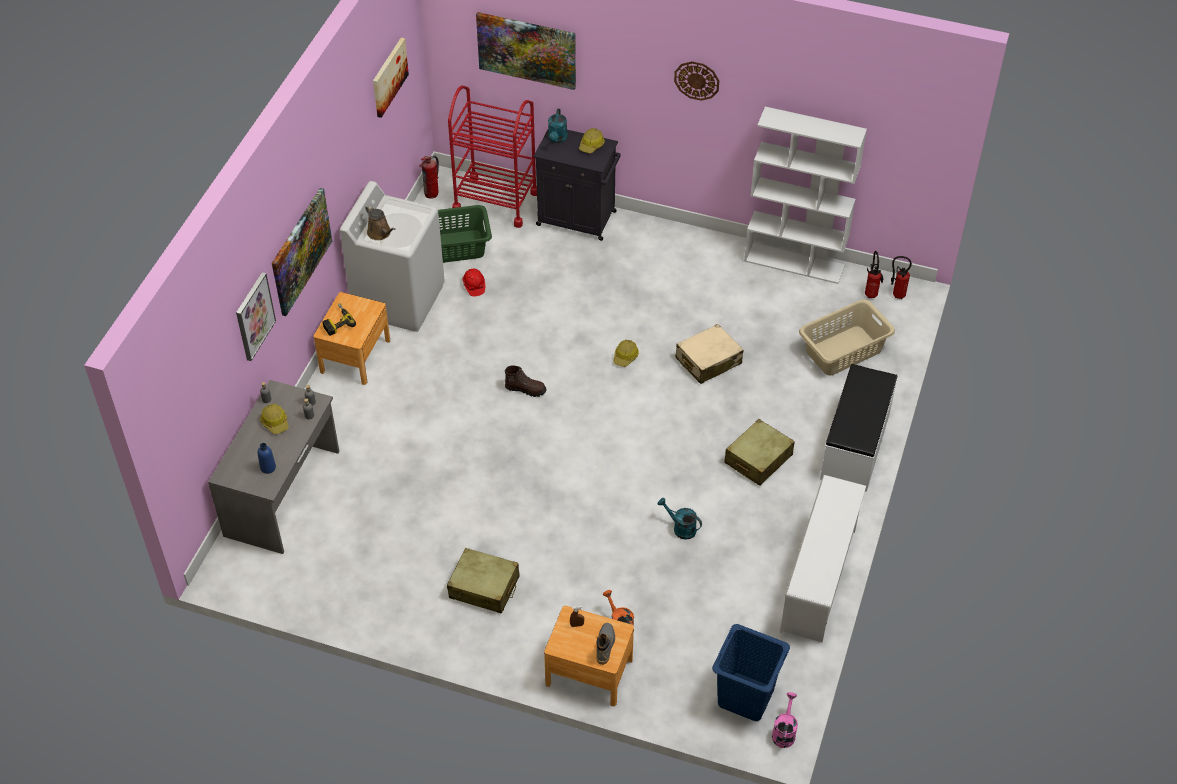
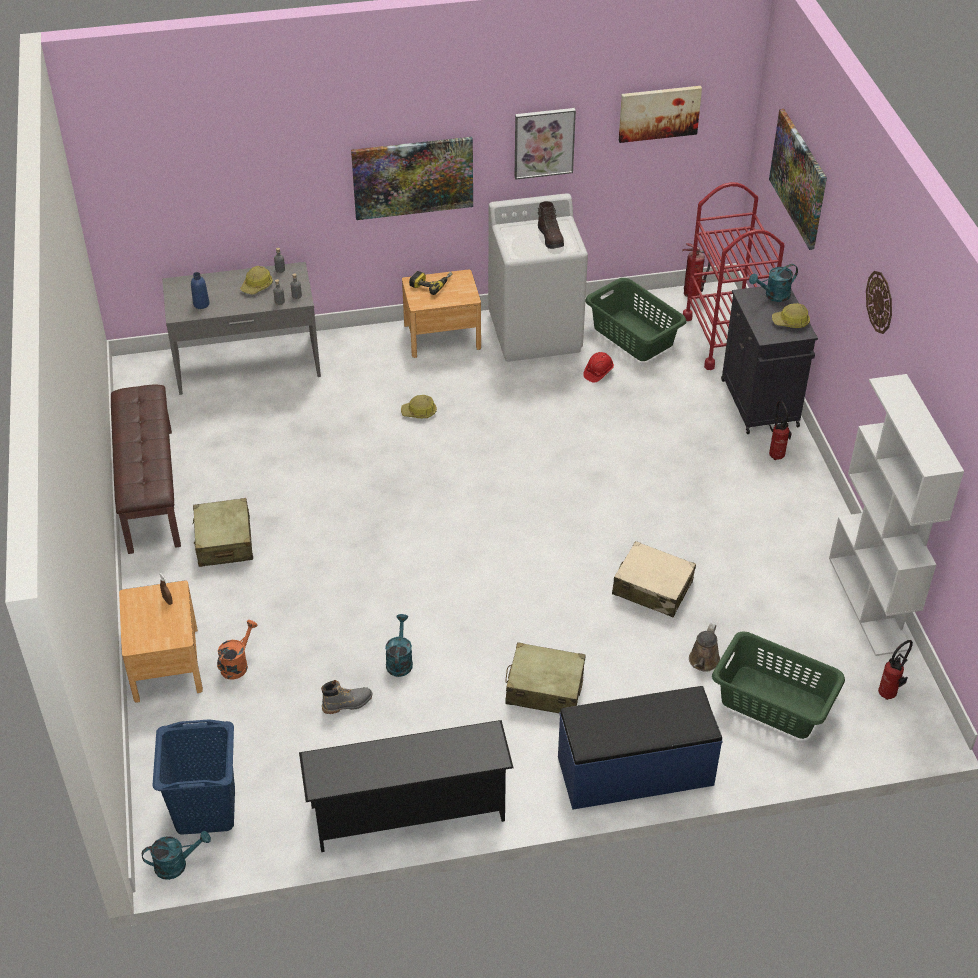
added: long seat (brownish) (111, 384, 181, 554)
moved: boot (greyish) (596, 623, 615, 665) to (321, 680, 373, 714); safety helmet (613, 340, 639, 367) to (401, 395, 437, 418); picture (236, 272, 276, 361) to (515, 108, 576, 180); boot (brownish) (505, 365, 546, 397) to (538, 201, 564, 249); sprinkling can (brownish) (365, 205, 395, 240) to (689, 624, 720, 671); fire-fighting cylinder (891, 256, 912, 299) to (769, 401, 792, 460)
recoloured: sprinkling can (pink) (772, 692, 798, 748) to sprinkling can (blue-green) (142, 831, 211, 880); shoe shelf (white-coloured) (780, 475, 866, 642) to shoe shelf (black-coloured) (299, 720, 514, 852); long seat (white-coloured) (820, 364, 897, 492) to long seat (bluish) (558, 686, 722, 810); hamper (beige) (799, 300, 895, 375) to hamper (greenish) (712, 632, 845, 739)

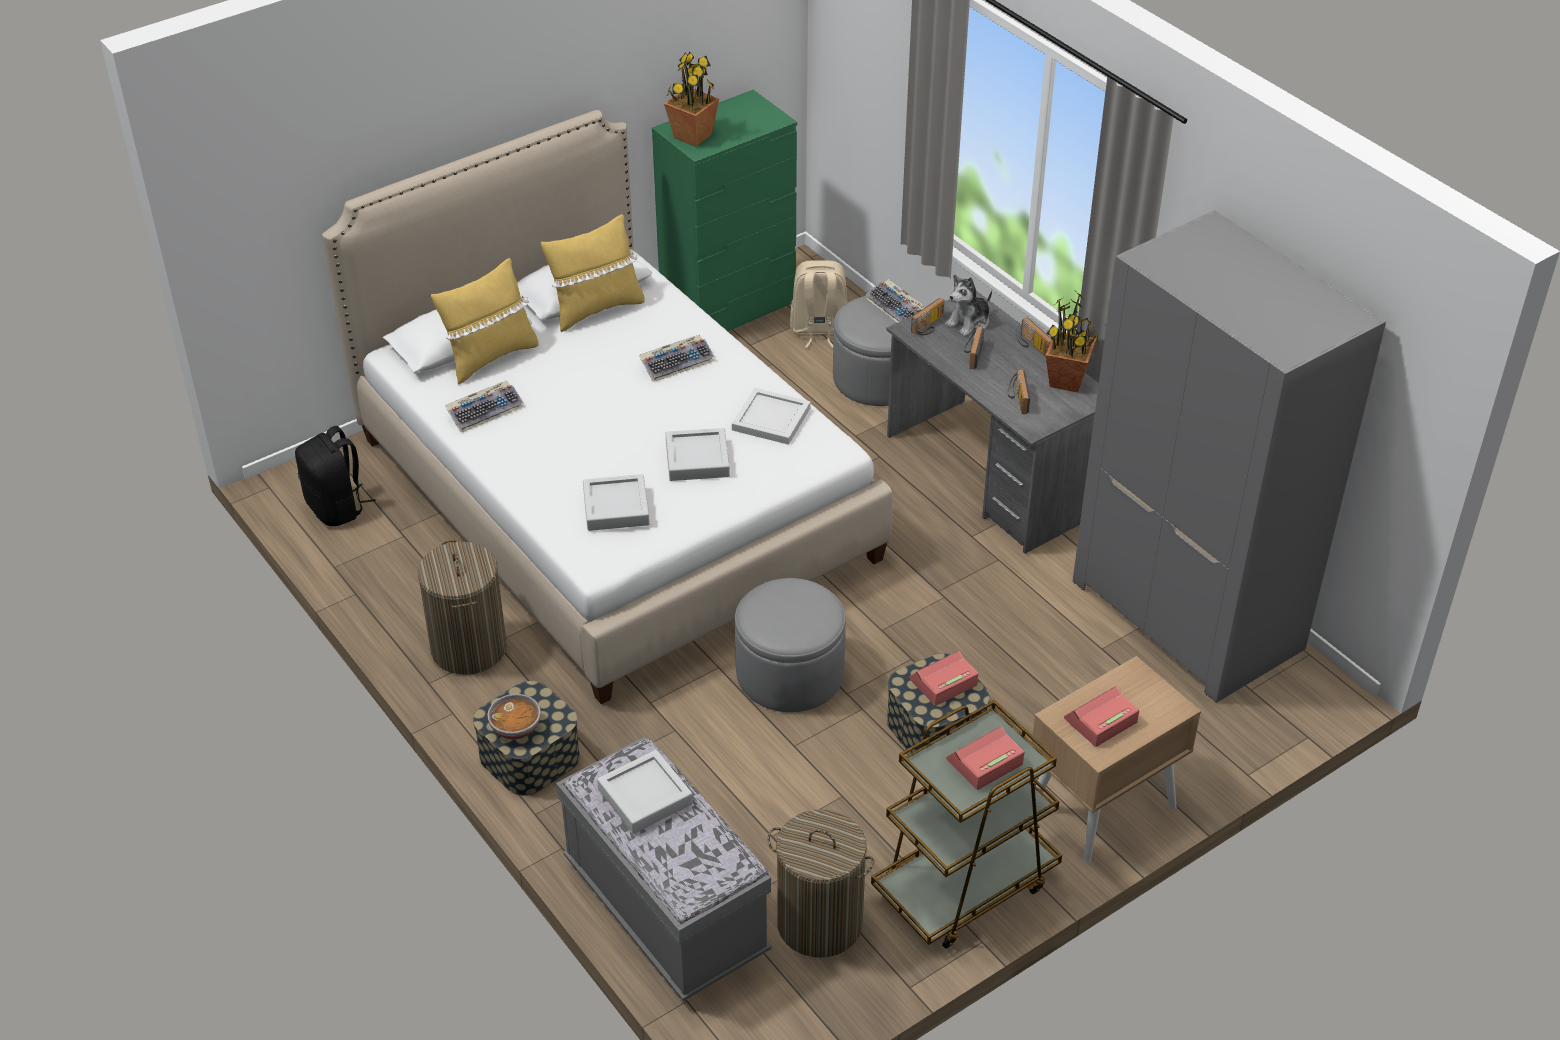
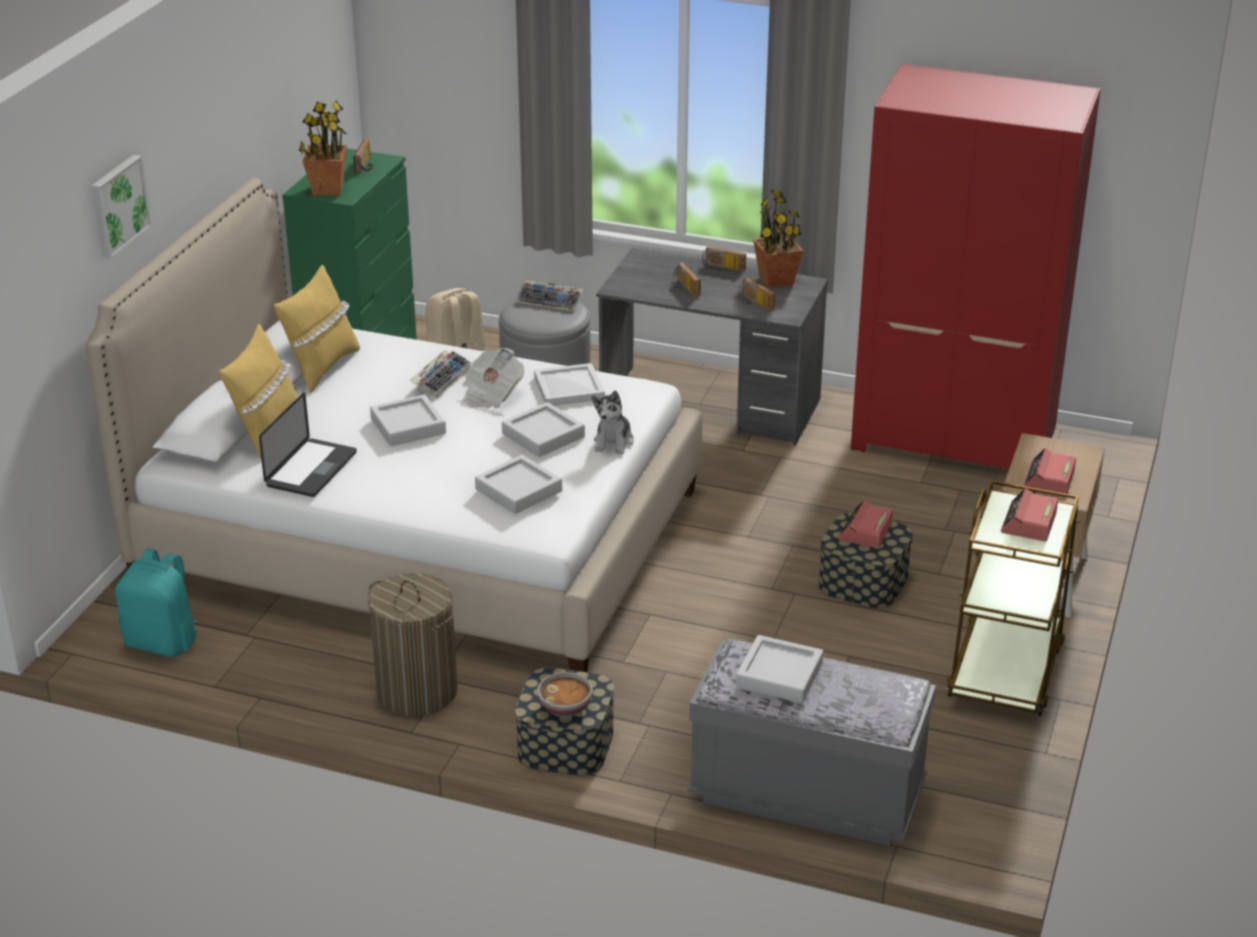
removed: ottoman (greyish) (735, 578, 846, 712); hamper (768, 810, 874, 957)
added: picture (91, 155, 151, 259); tray (greyish) (370, 394, 446, 446); newspaper (462, 348, 524, 408)
moved: radio set (911, 298, 945, 336) to (353, 139, 373, 173); cuddly toy (945, 274, 992, 336) to (592, 390, 634, 455)
replaced: keyboard (445, 380, 523, 432) to portable computer (259, 392, 357, 497)
recoloured: backpack (black-coloured) (295, 426, 376, 526) to backpack (blue-green) (115, 549, 197, 657); armoire (greyish) (1073, 210, 1386, 703) to armoire (reddish) (851, 64, 1101, 469)

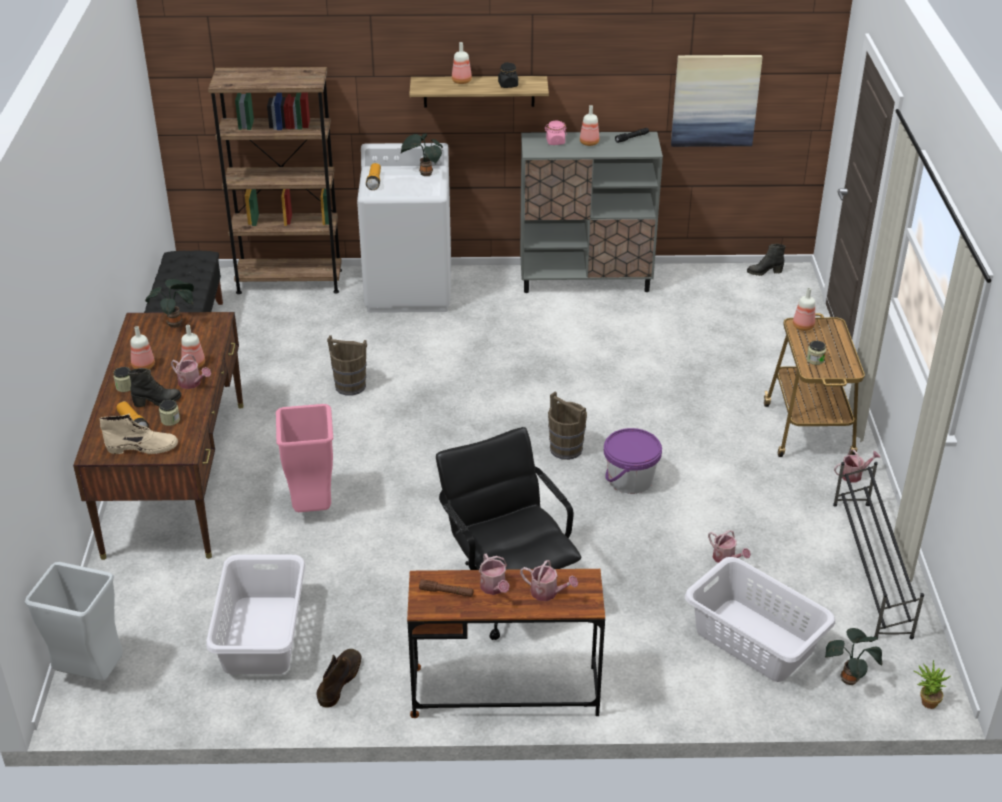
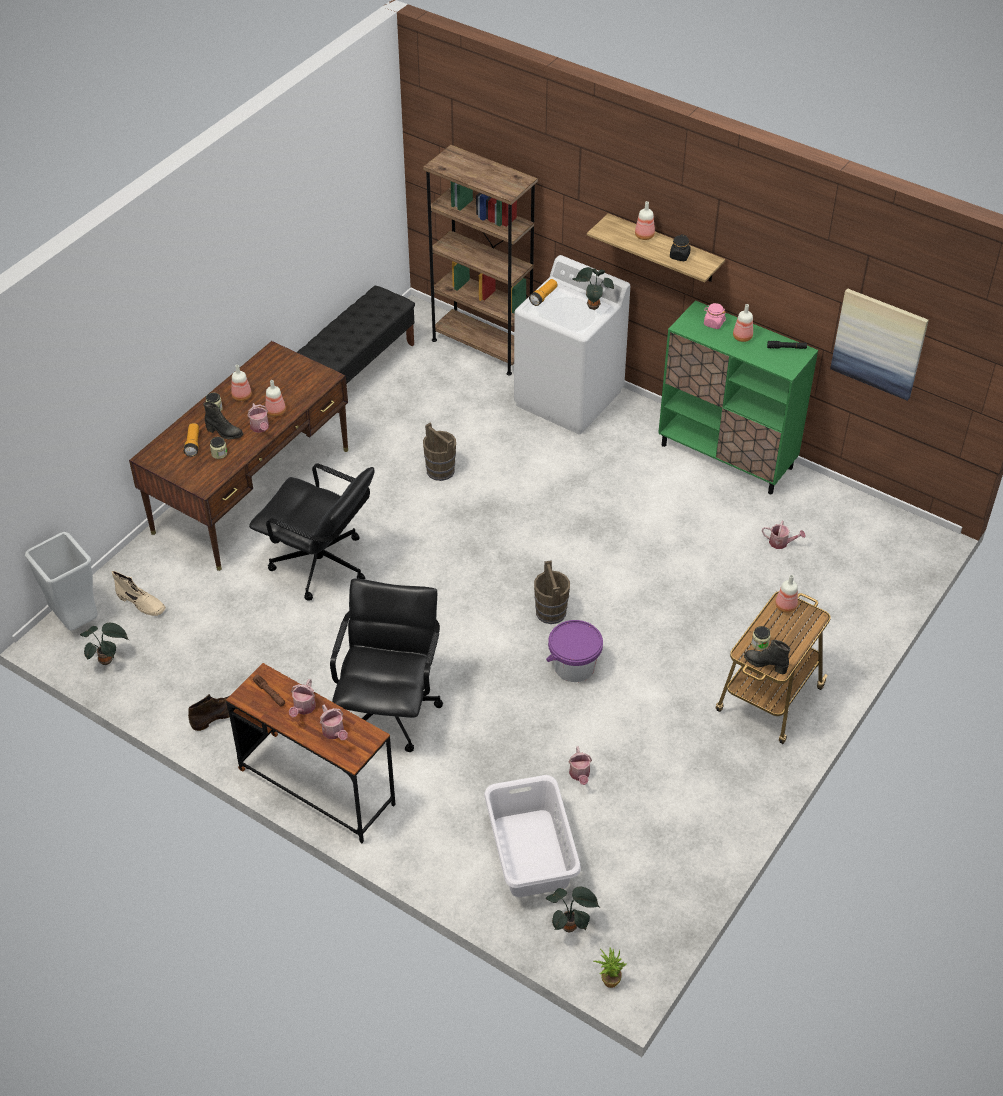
removed: hamper (white-coloured) (206, 555, 305, 674); shoe shelf (black-coloured) (833, 462, 924, 640)
moved: potted plant (145, 279, 194, 327) to (80, 623, 129, 665); boot (beige) (99, 414, 178, 454) to (112, 571, 166, 616); boot (black-coloured) (747, 244, 786, 276) to (744, 640, 791, 674); sprinkling can (834, 450, 881, 483) to (762, 521, 806, 549)
replaced: rubbish bin (pink) (276, 404, 333, 512) to desk chair (black-coloured) (249, 463, 374, 600)
recoloured: cupboard (greyish) (520, 132, 663, 293) to cupboard (greenish) (658, 300, 818, 494)

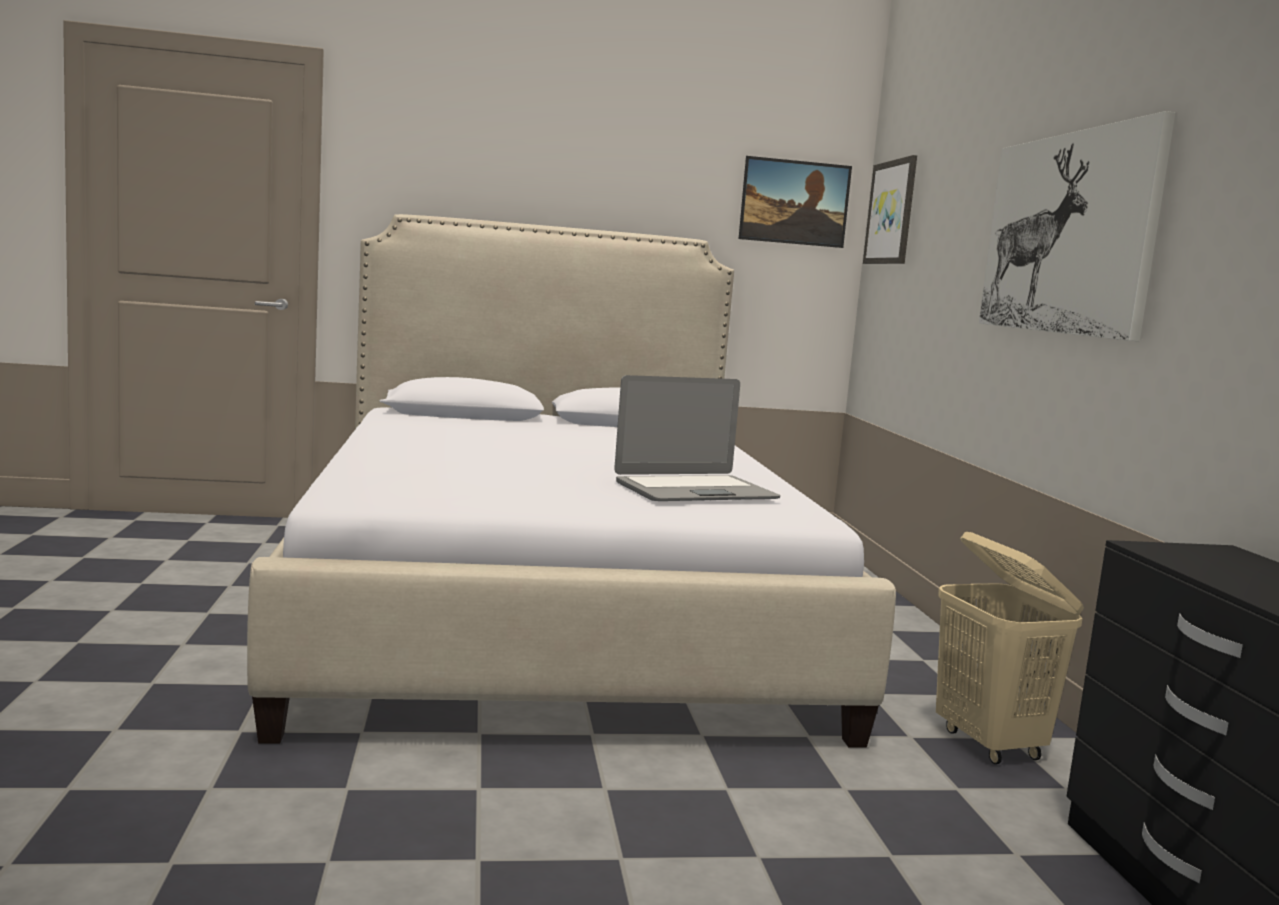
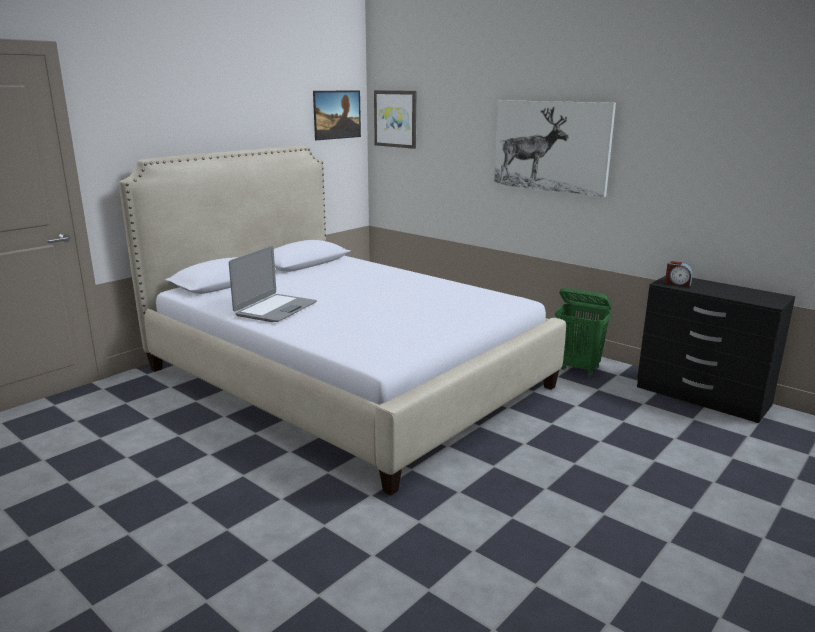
added: bedside clock (665, 261, 693, 287)
moved: portable computer (614, 375, 780, 501) to (229, 246, 317, 322)
recoloured: hamper (beige) (936, 532, 1084, 764) to hamper (greenish) (555, 288, 611, 376)

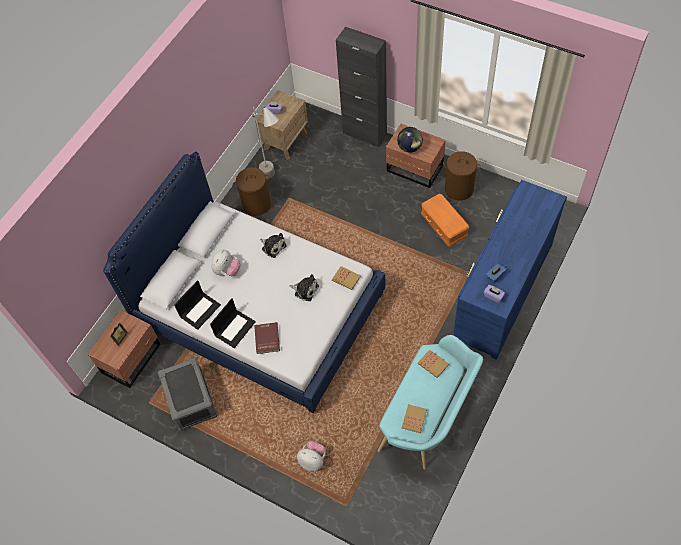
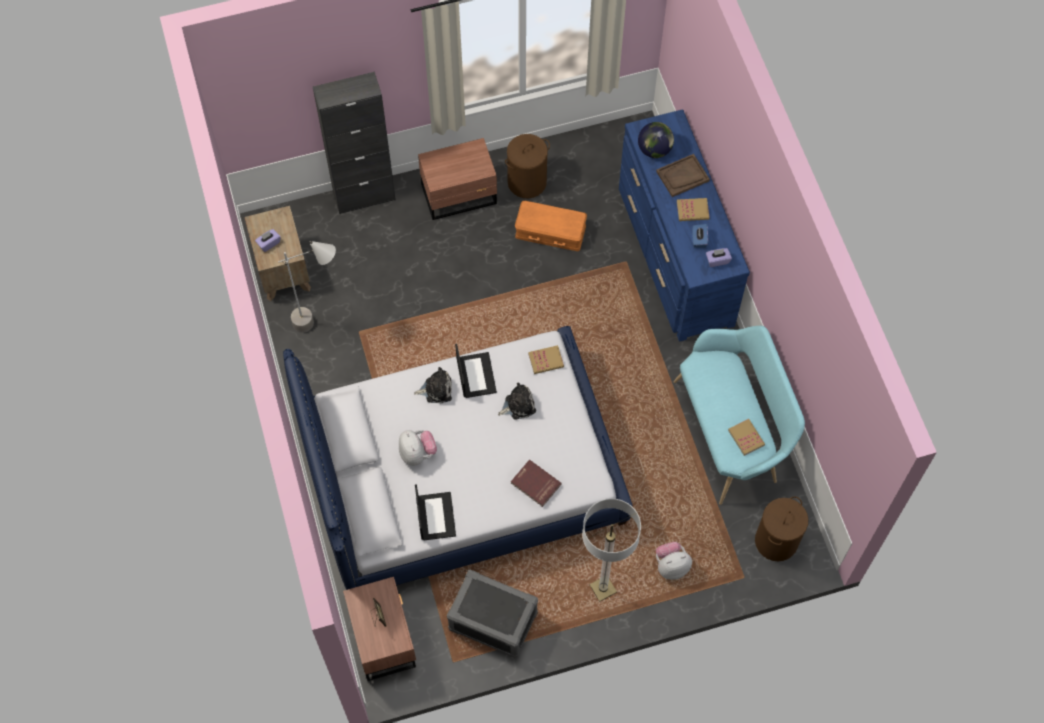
added: standing lamp (582, 498, 641, 602); tray (brownish) (656, 154, 710, 197)
moved: portable computer (210, 298, 256, 348) to (455, 344, 497, 398); desk globe (397, 127, 423, 153) to (638, 122, 674, 158); volume (418, 350, 449, 378) to (677, 198, 710, 221); hamper (brownish) (233, 167, 271, 216) to (755, 496, 808, 561)

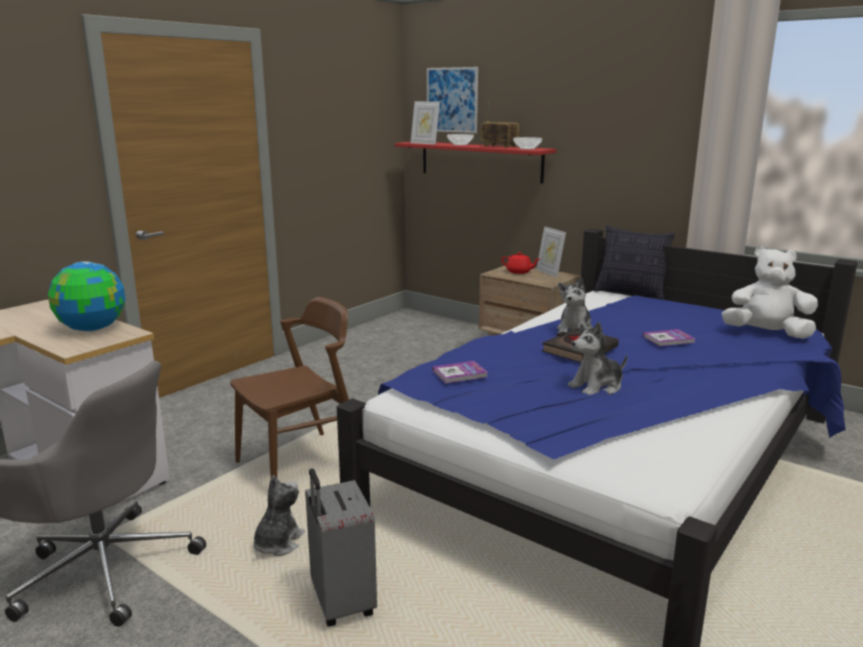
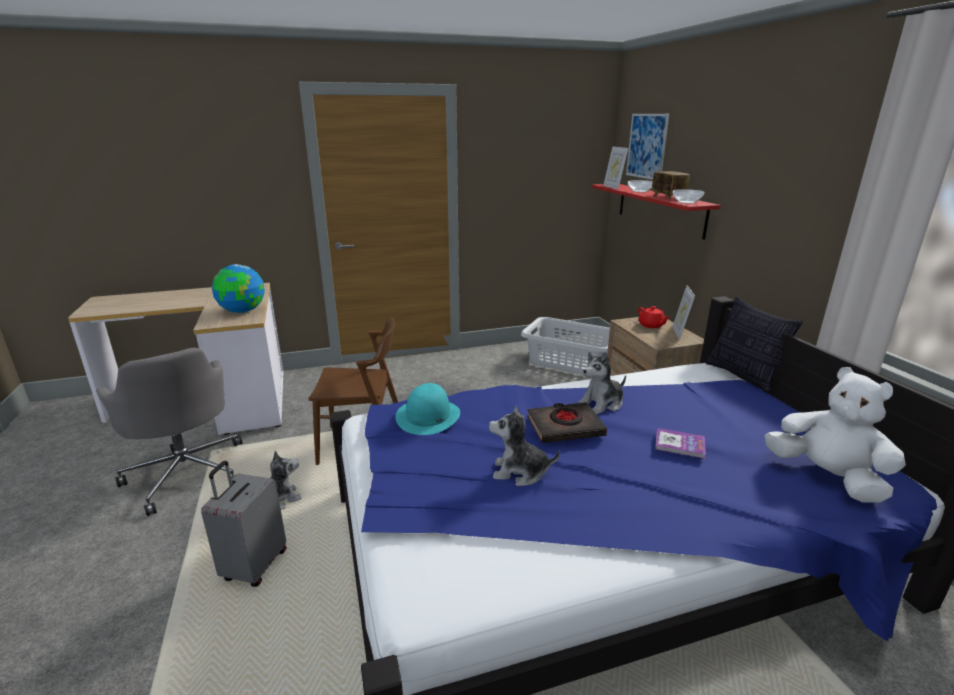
added: hamper (greyish) (521, 317, 610, 375)
replaced: volume (432, 361, 488, 383) to hat (blue-green) (396, 383, 460, 435)

